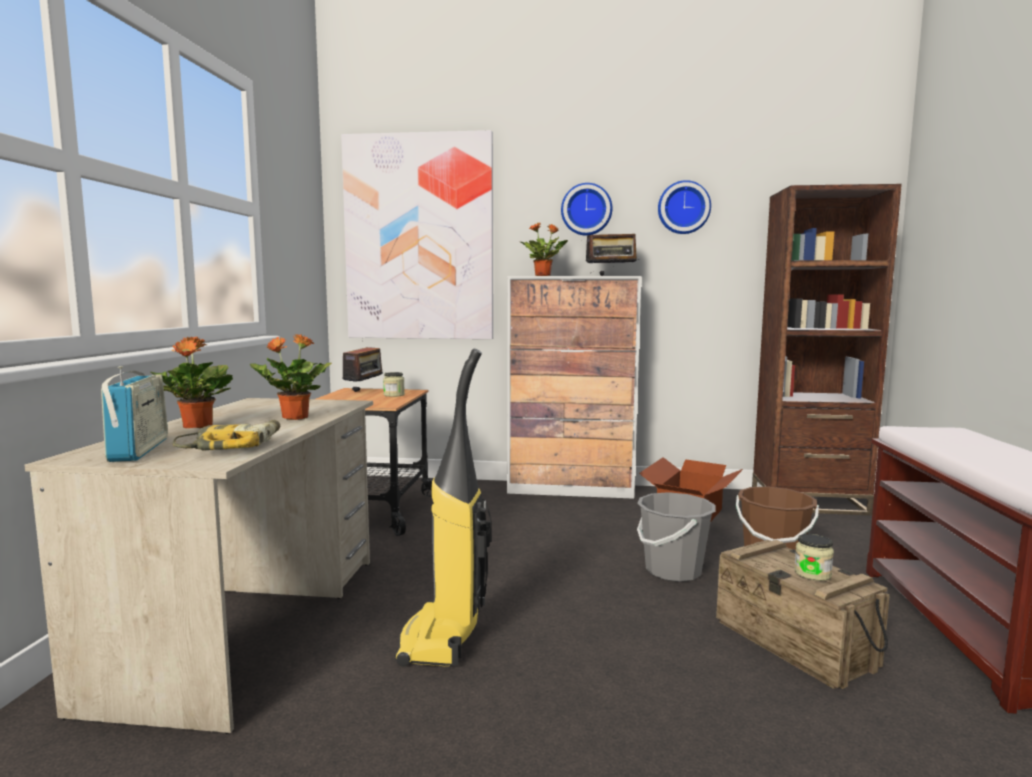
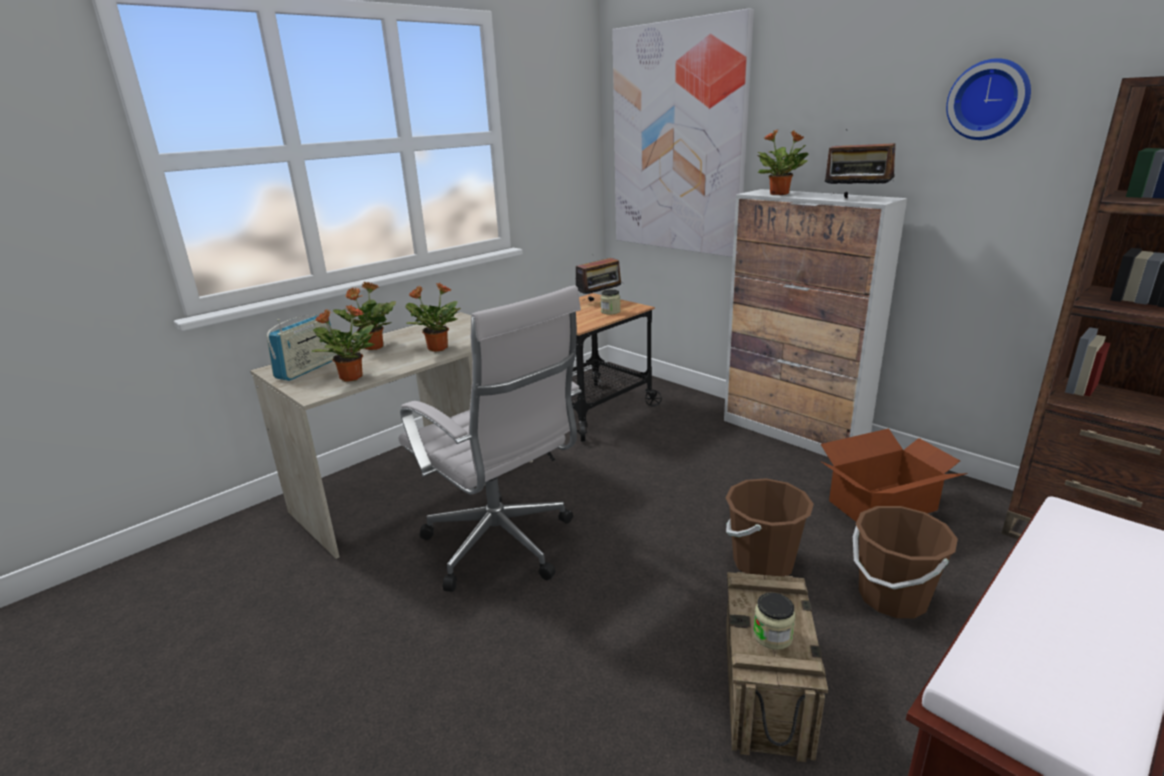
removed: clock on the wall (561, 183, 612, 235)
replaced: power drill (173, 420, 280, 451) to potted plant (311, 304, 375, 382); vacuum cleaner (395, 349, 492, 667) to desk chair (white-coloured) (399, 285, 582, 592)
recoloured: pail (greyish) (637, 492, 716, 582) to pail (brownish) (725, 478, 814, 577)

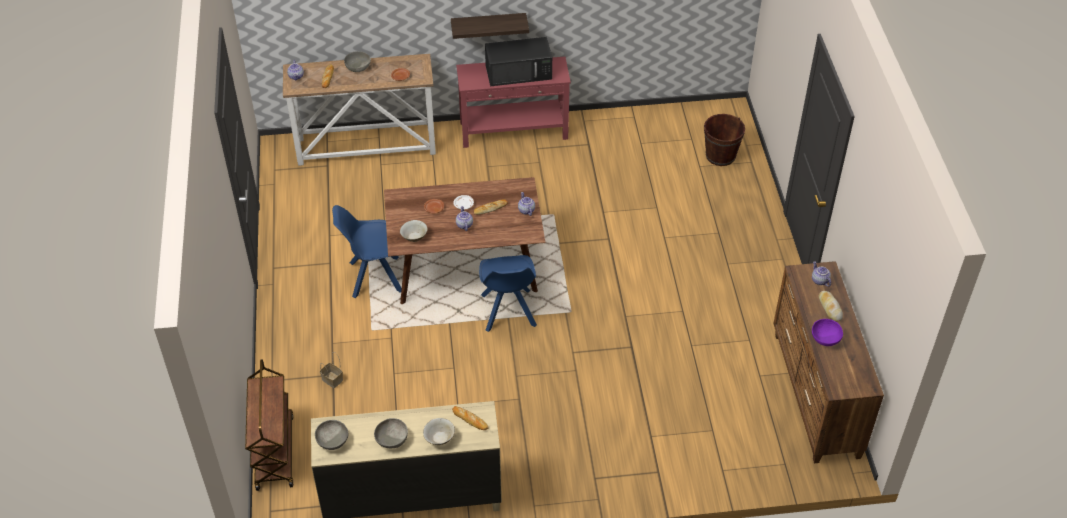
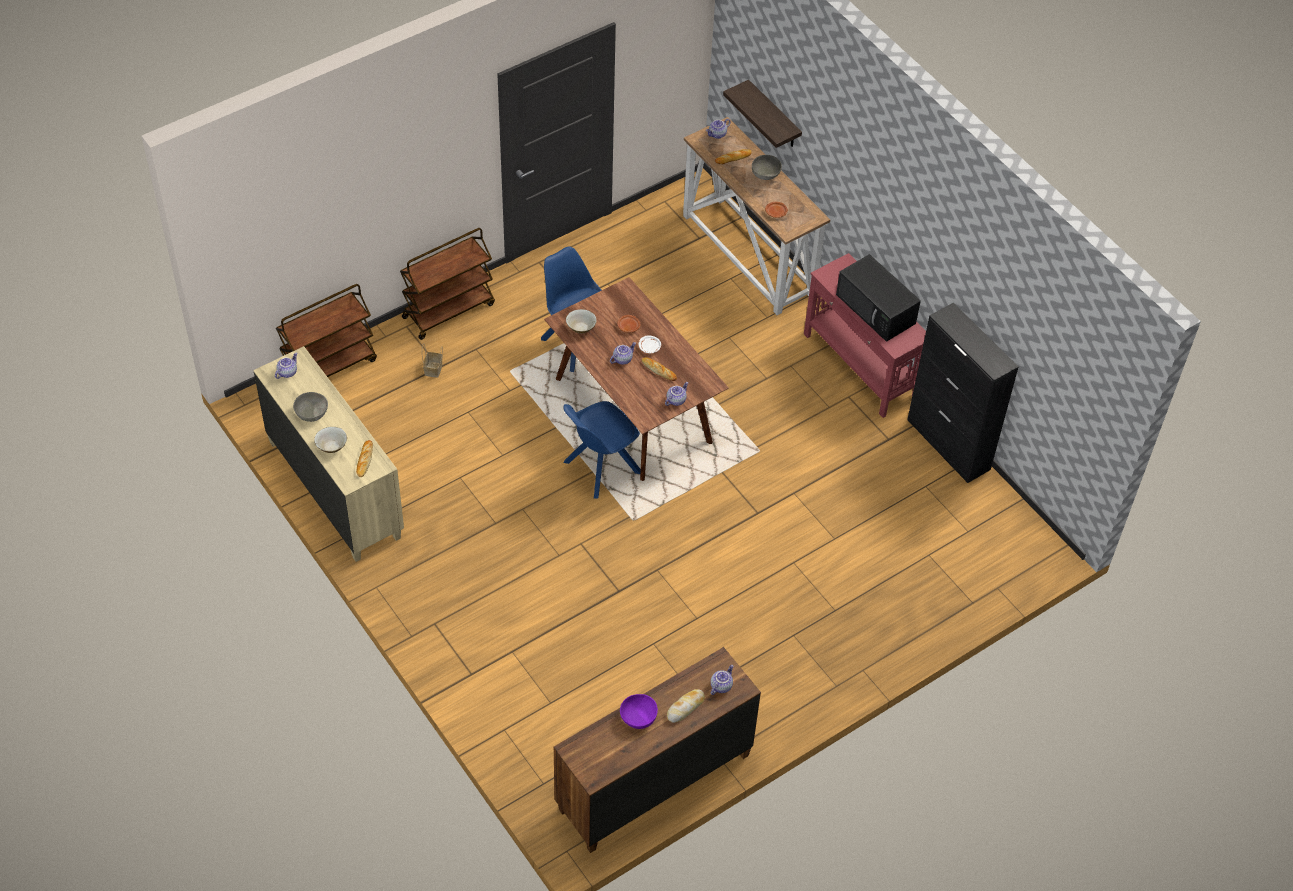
removed: pail (brownish) (704, 114, 745, 166)
added: trolley (brownish) (400, 228, 495, 340); cupboard (black-coloured) (907, 302, 1018, 483)
moved: shelf (451, 13, 529, 39) to (723, 80, 802, 148)
replaced: deep dish (greyish) (315, 420, 348, 450) to pot for tea (275, 353, 298, 379)

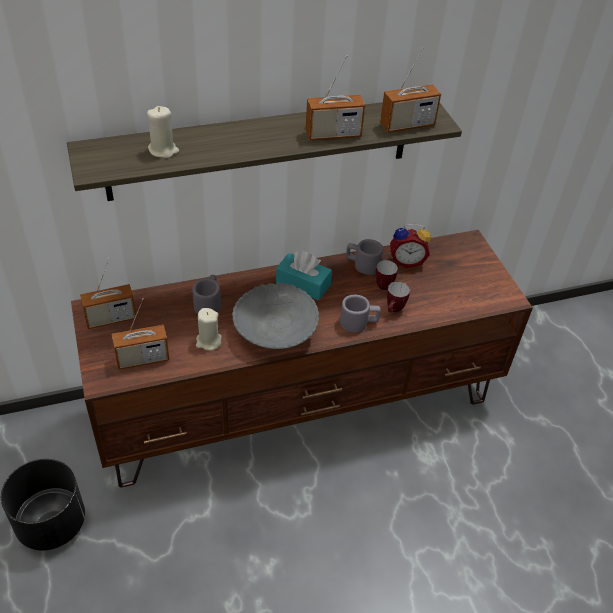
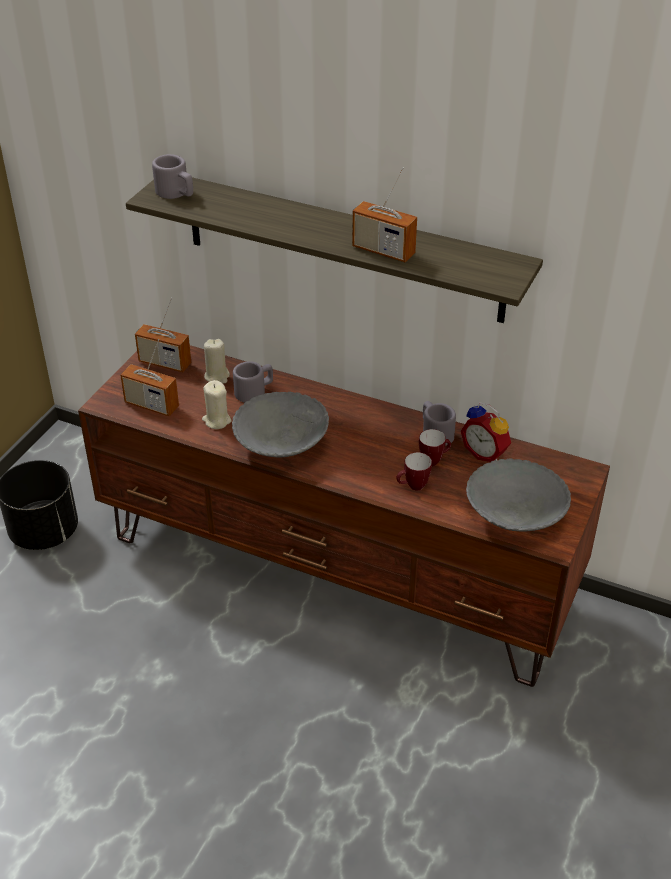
removed: tissue box (blue-green) (276, 251, 332, 300); radio set (380, 47, 441, 133)
added: deep dish (greyish) (466, 458, 571, 532)
moved: mug (greyish) (340, 295, 381, 332) to (152, 154, 193, 199); wax light (beige) (147, 106, 179, 158) to (204, 339, 230, 383)

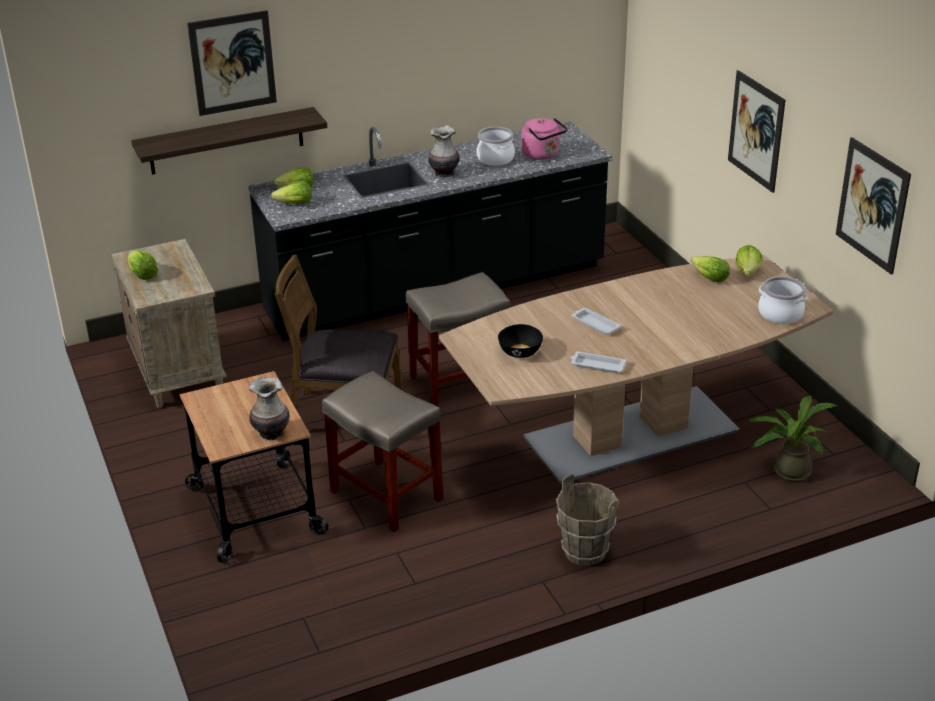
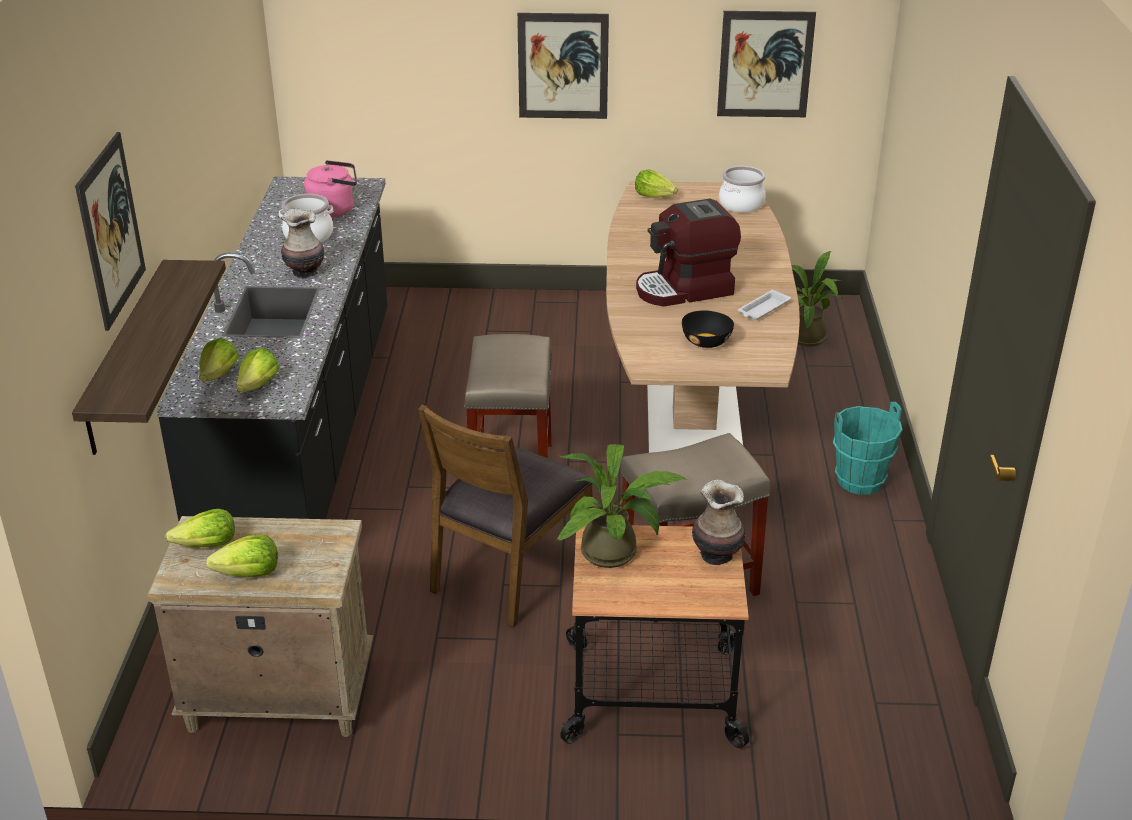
added: potted plant (556, 444, 687, 568)
moved: lettuce head (691, 256, 730, 283) to (165, 509, 235, 547)
replaced: tray (white-coloured) (571, 308, 622, 335) to coffee maker (636, 199, 741, 307)
recoloured: pail (brownish) (556, 474, 619, 566) to pail (blue-green) (833, 402, 903, 495)

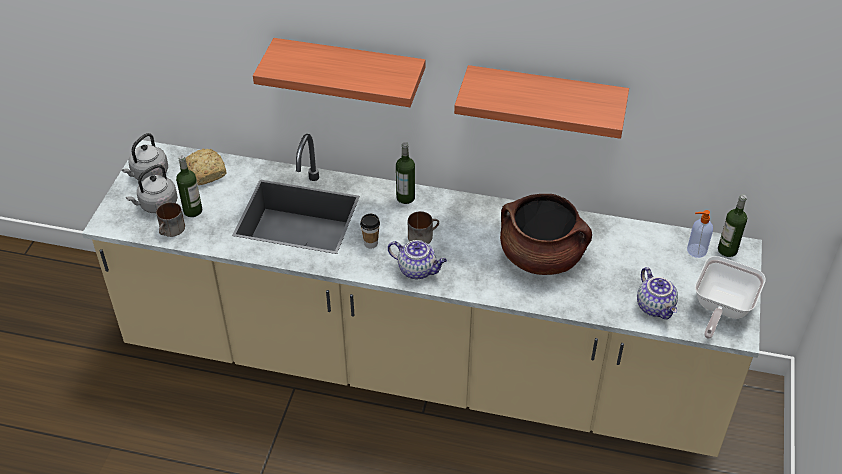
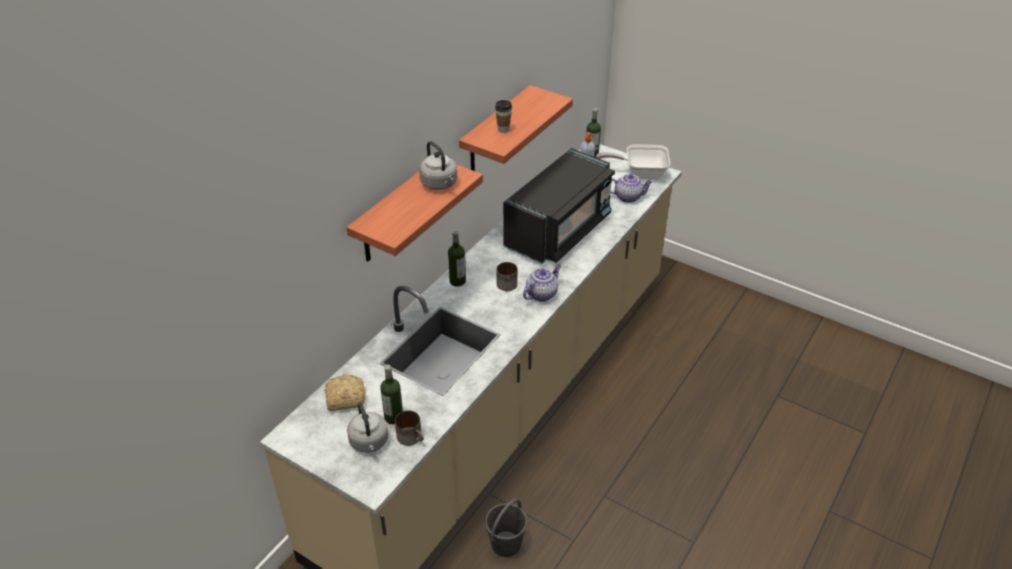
added: pail (greyish) (485, 499, 527, 557)
moved: tea kettle (greyish) (122, 133, 168, 181) to (419, 141, 457, 190); small cup (360, 214, 380, 248) to (495, 100, 512, 133)
replaced: stockpot (brownish) (500, 194, 592, 275) to microwave (black-coloured) (503, 148, 615, 264)
turned: pan (695, 256, 766, 339) = (596, 144, 670, 179) 135 degrees clockwise

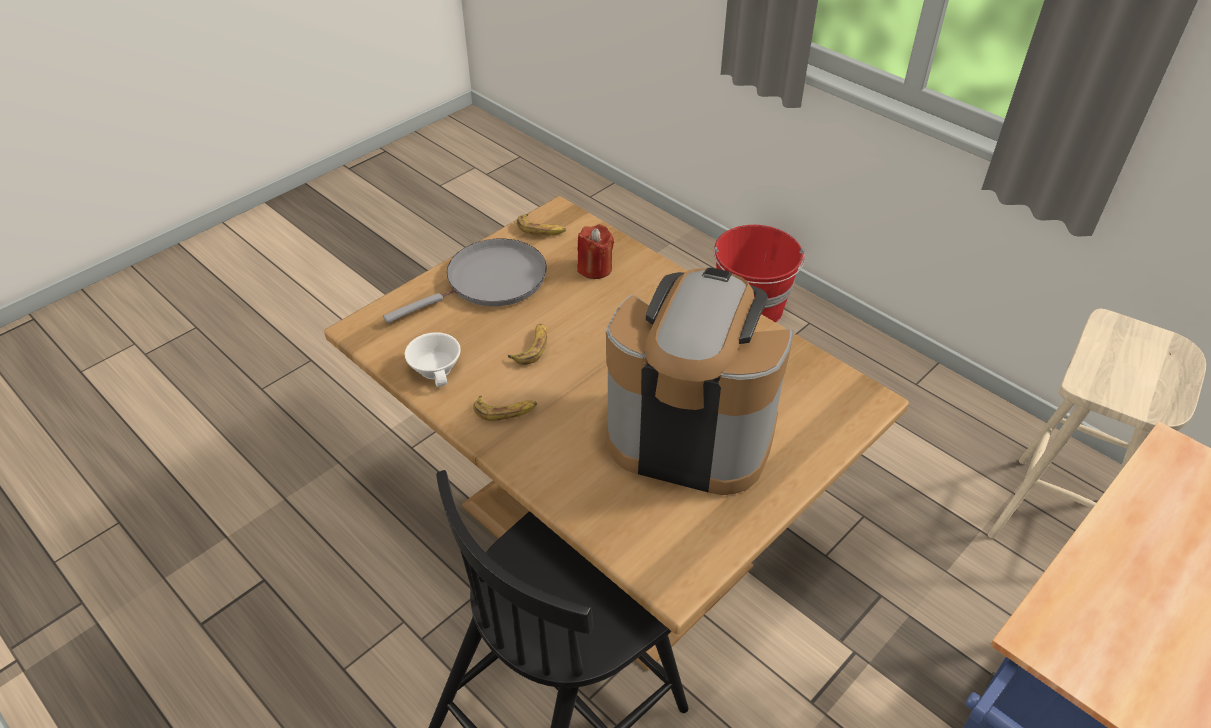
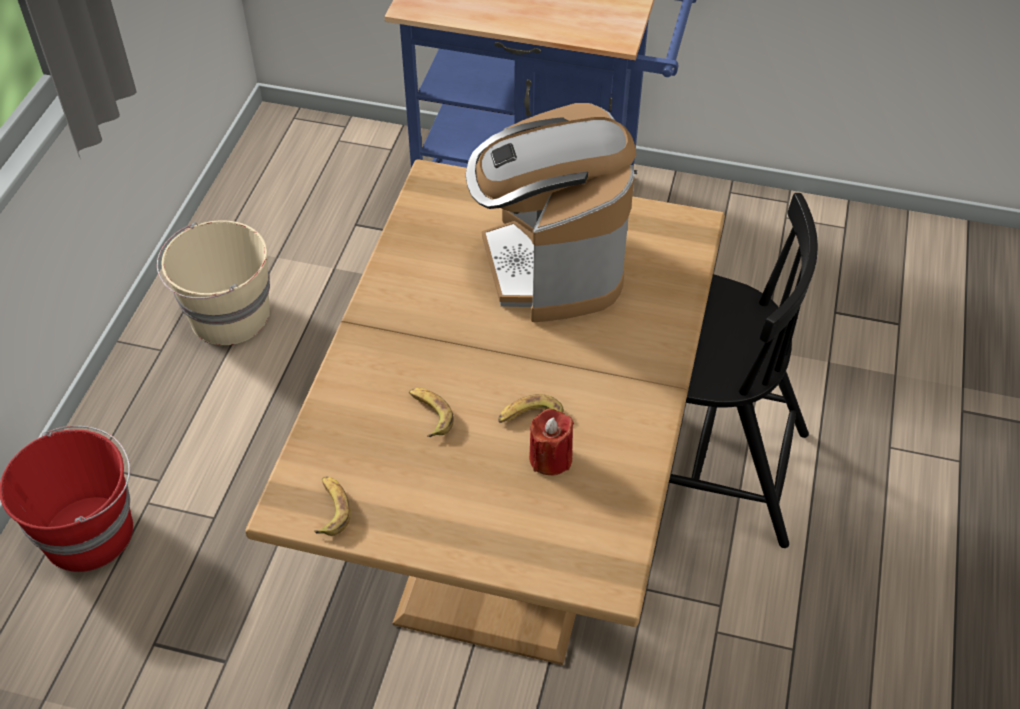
removed: pan (greyish) (383, 239, 547, 323); small cup (white-coloured) (405, 332, 461, 387); stool seat (beige) (988, 309, 1206, 539)
added: pail (beige) (157, 220, 270, 345)
moved: banana (473, 395, 537, 421) to (409, 388, 454, 437); wax light (reddish) (577, 224, 614, 279) to (529, 409, 574, 475)

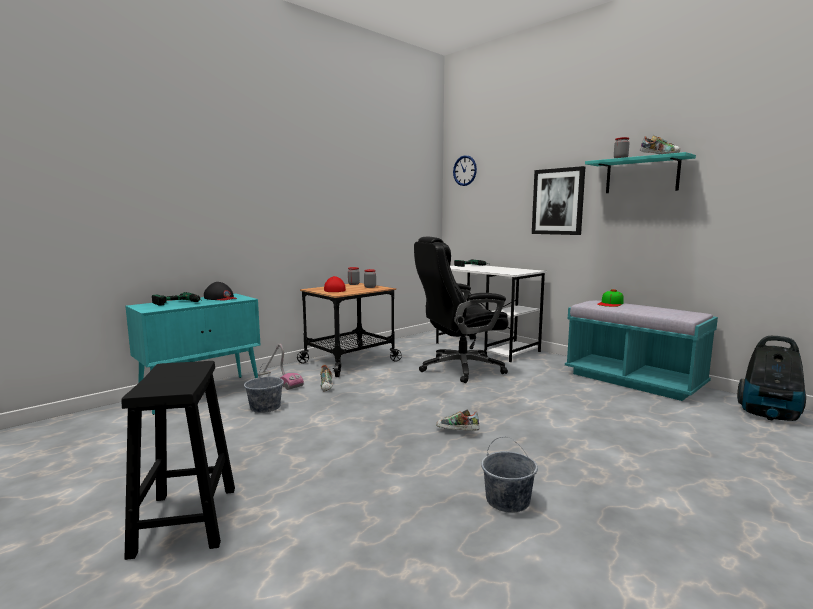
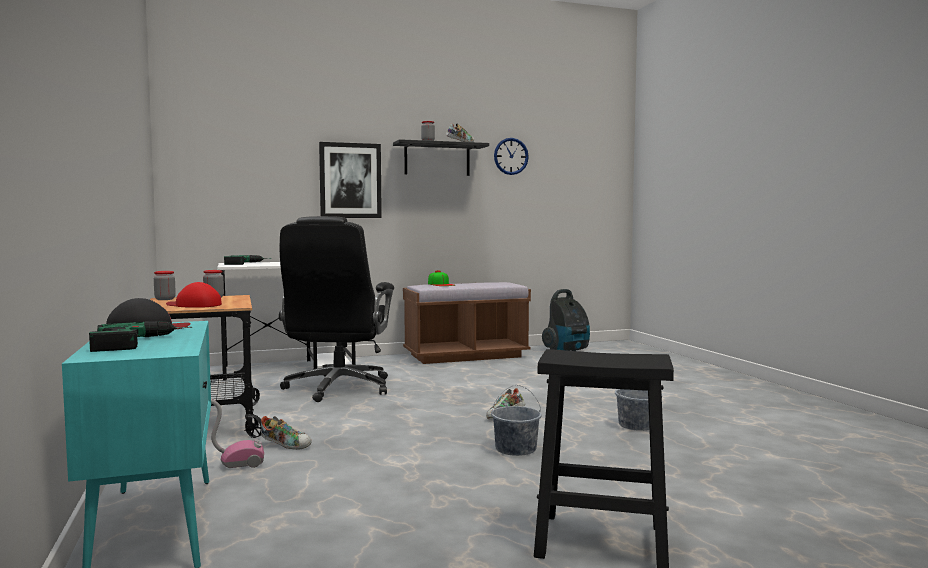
moved: pail (greyish) (244, 363, 284, 413) to (491, 385, 542, 456); clock on the wall (453, 155, 477, 186) to (494, 138, 529, 175)
recoloured: shelf (blue-green) (585, 152, 696, 193) to shelf (black-coloured) (393, 139, 489, 176); long seat (blue-green) (565, 300, 718, 401) to long seat (brownish) (403, 282, 531, 364)

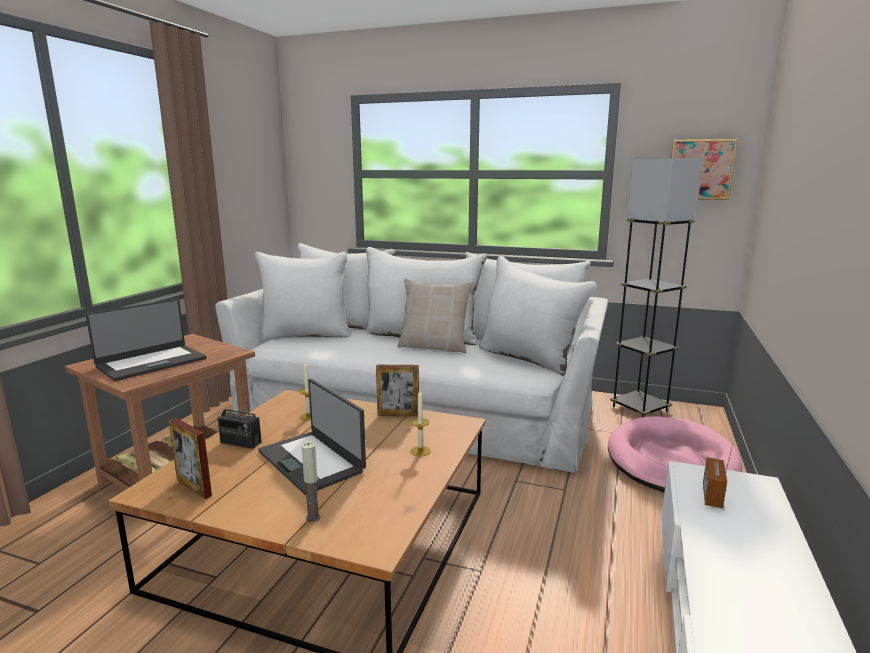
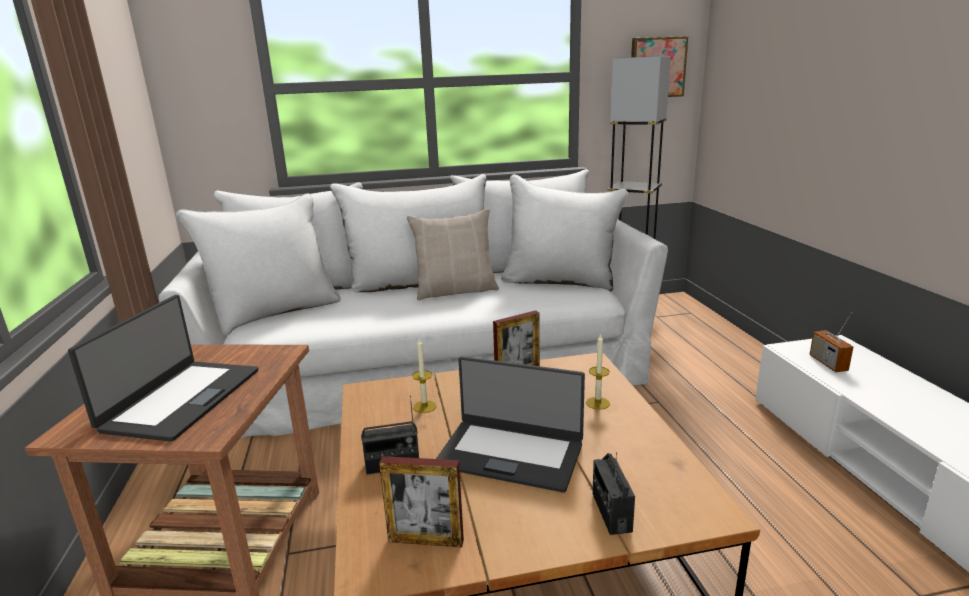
removed: dog bed (pink) (608, 416, 742, 492)
replaced: wax light (302, 442, 320, 522) to radio set (592, 452, 635, 535)

